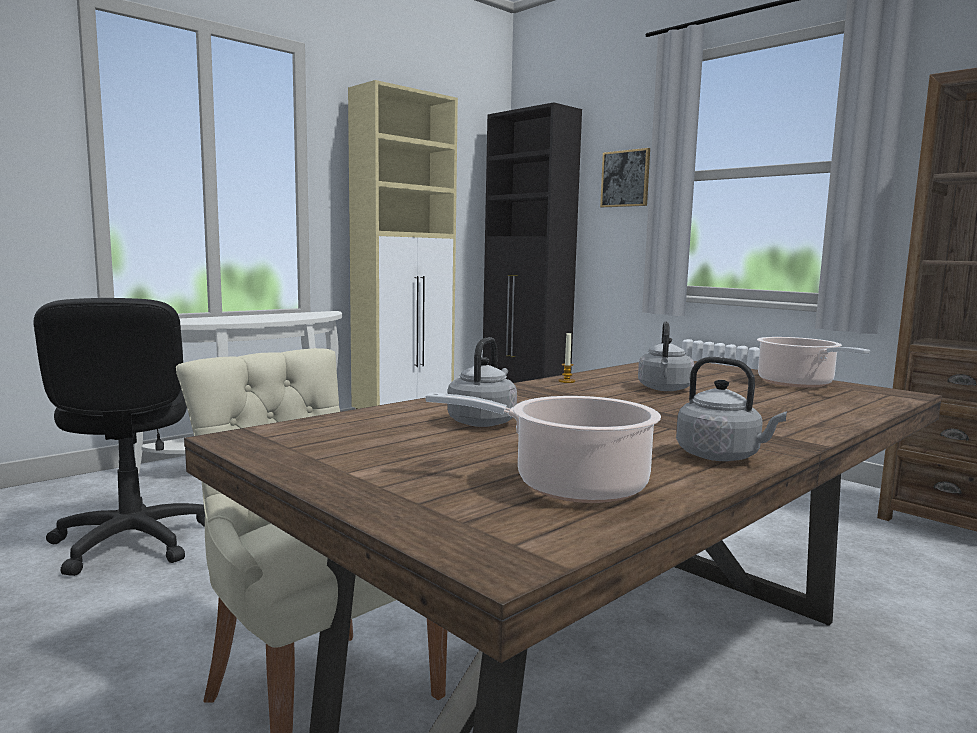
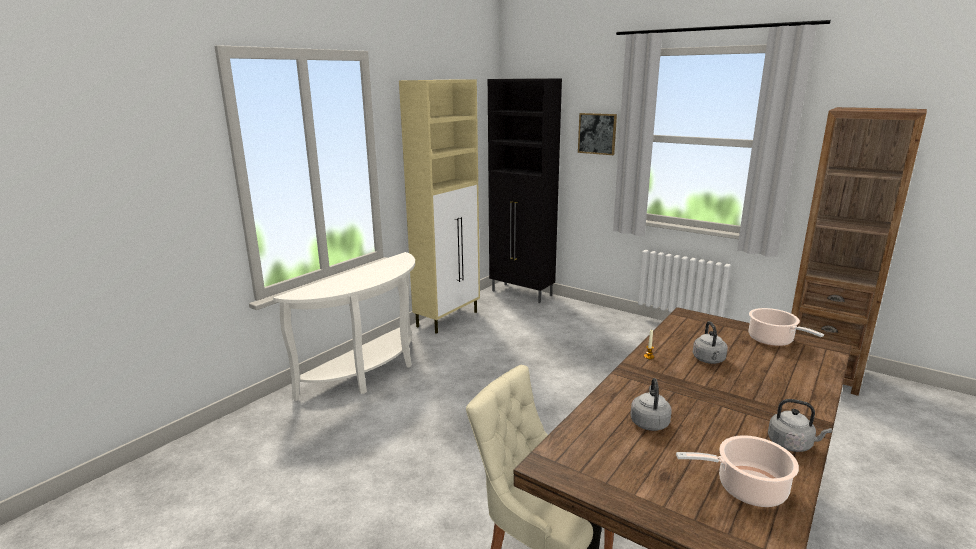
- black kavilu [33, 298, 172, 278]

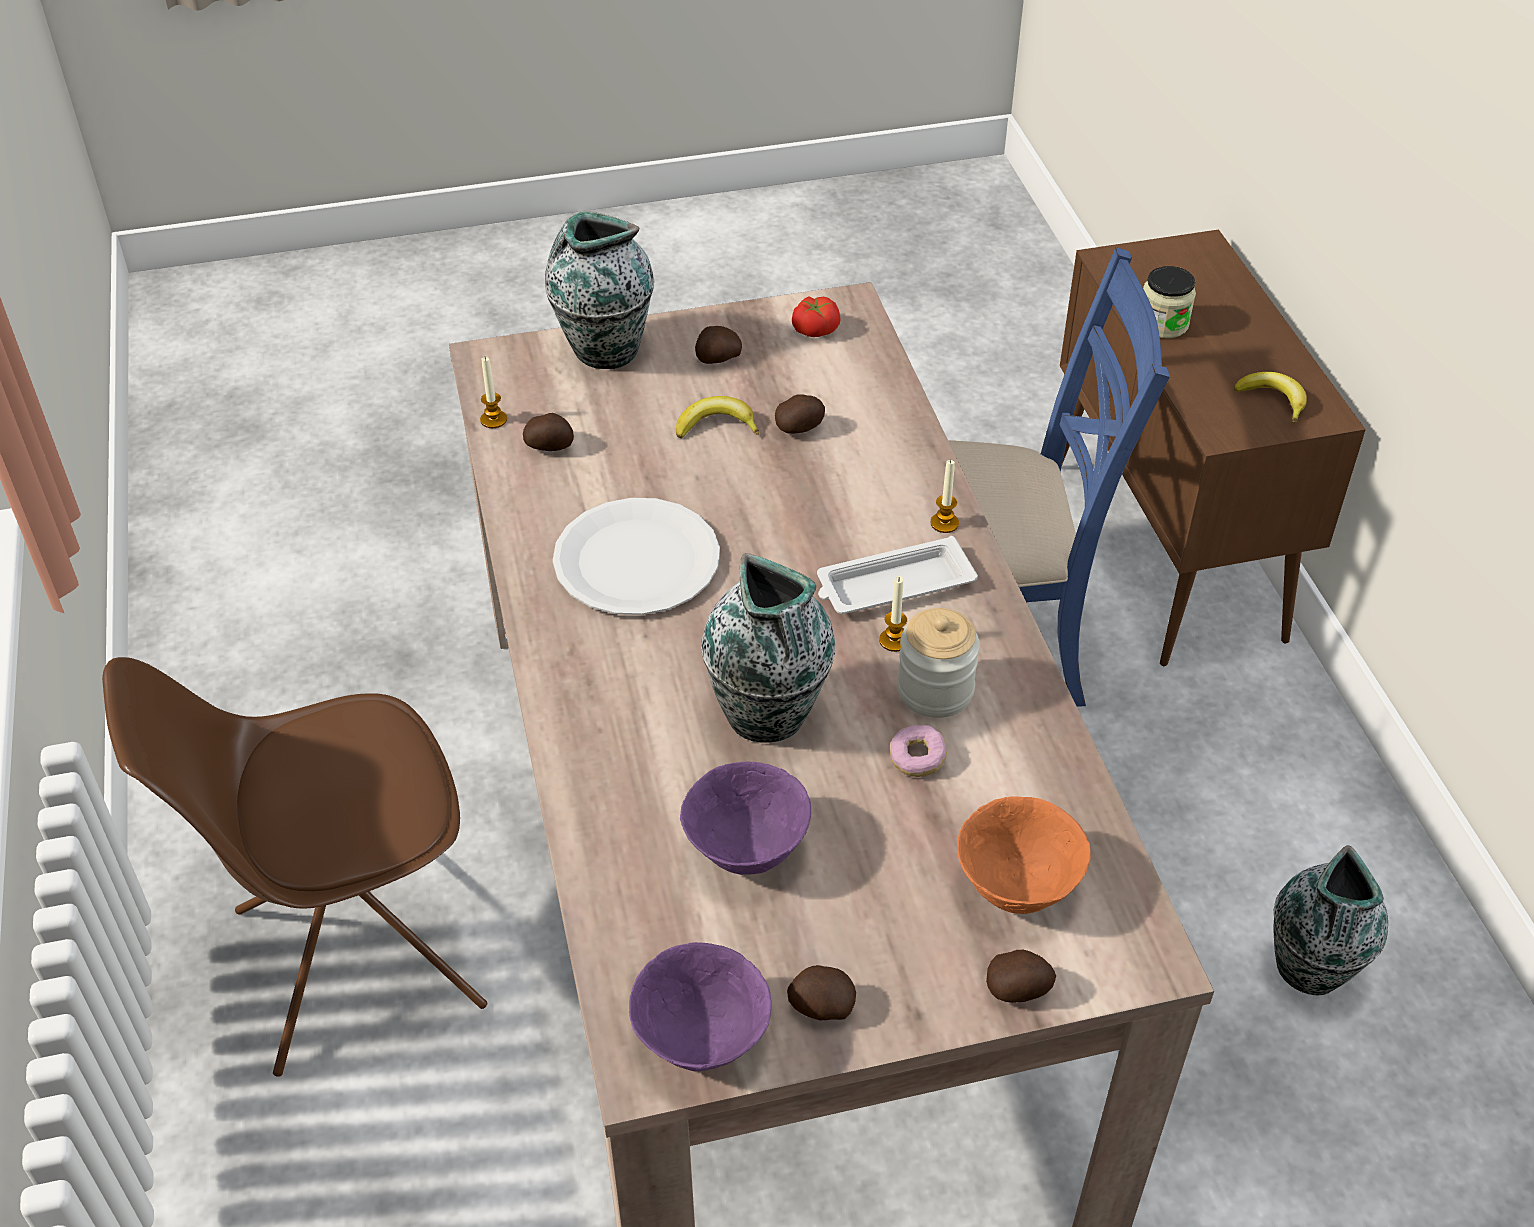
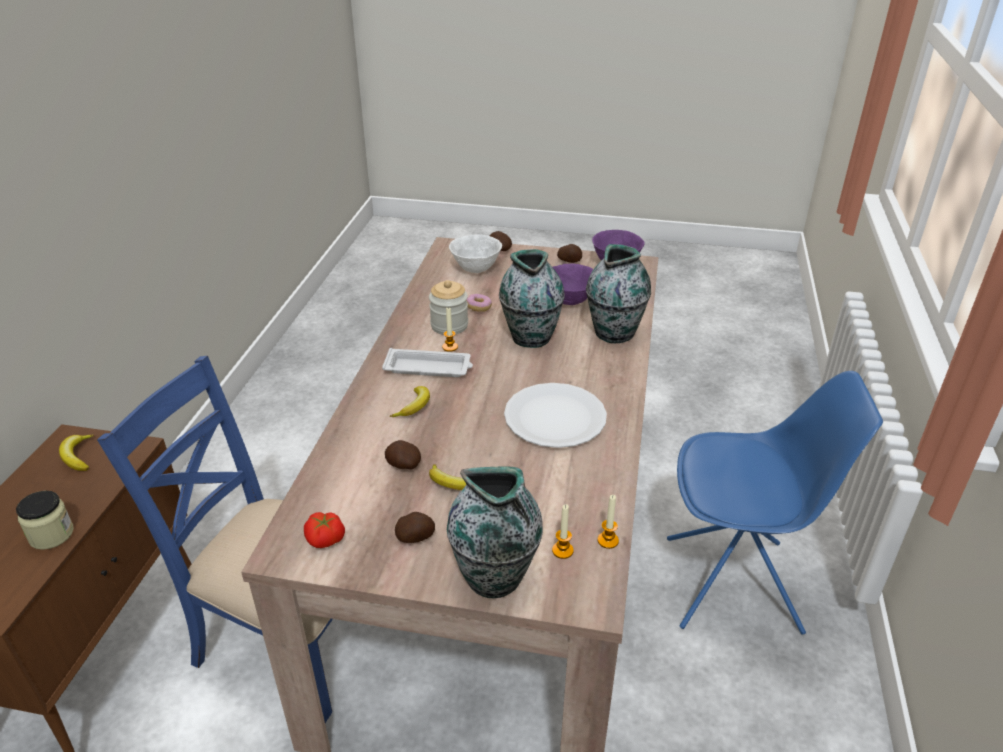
~ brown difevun [102, 657, 385, 420] to blue difevun [667, 371, 216, 264]
- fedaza [523, 413, 51, 38]
~ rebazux [930, 459, 29, 74] to [552, 504, 22, 55]
~ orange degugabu [957, 796, 134, 118] to white degugabu [449, 234, 53, 39]
~ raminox [1274, 845, 114, 150] to [586, 244, 65, 99]
+ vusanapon [390, 386, 40, 31]

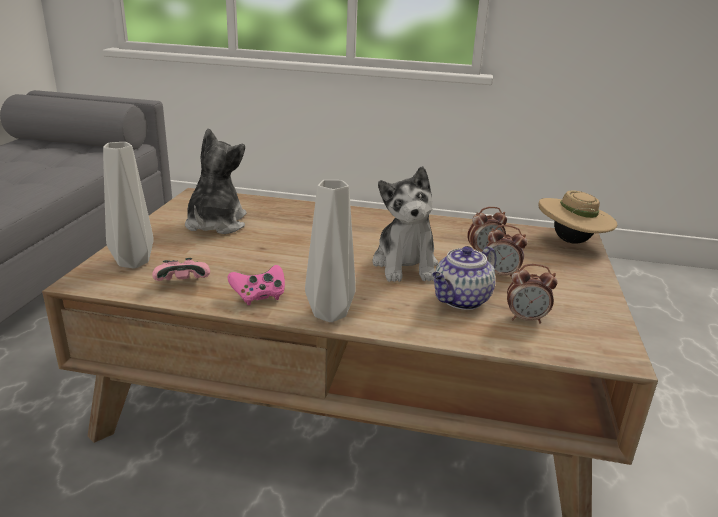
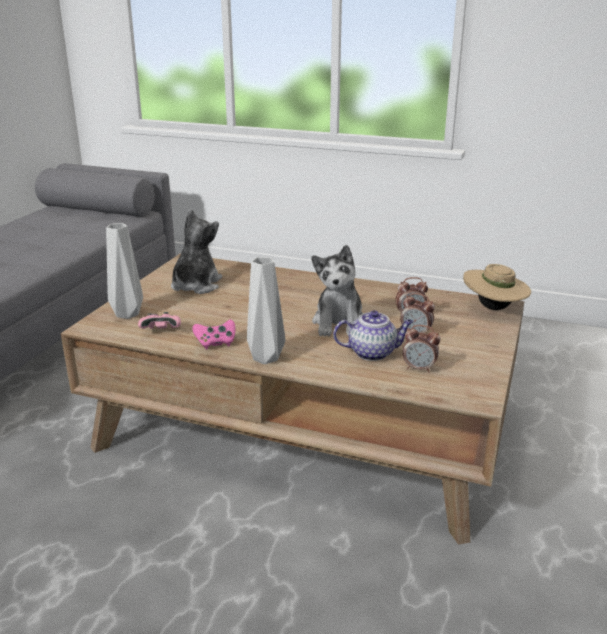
~ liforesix [432, 246, 64, 64] = [333, 310, 80, 51] 150 degrees counterclockwise

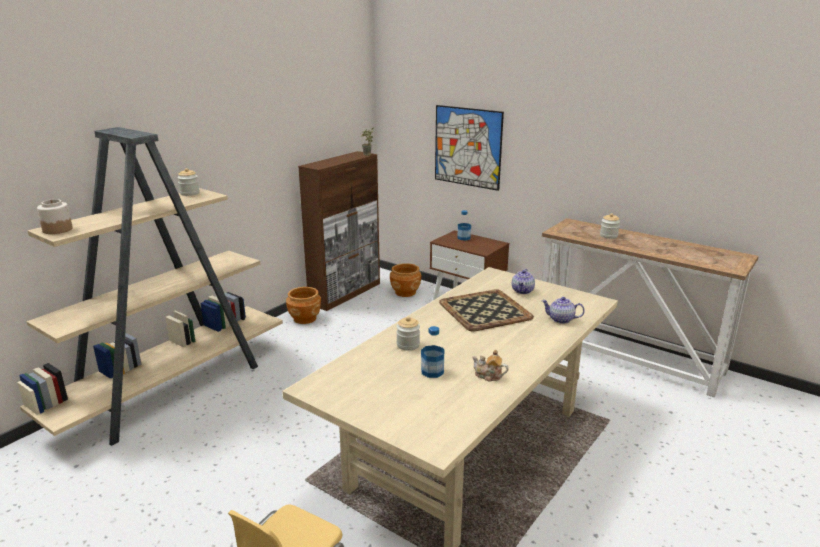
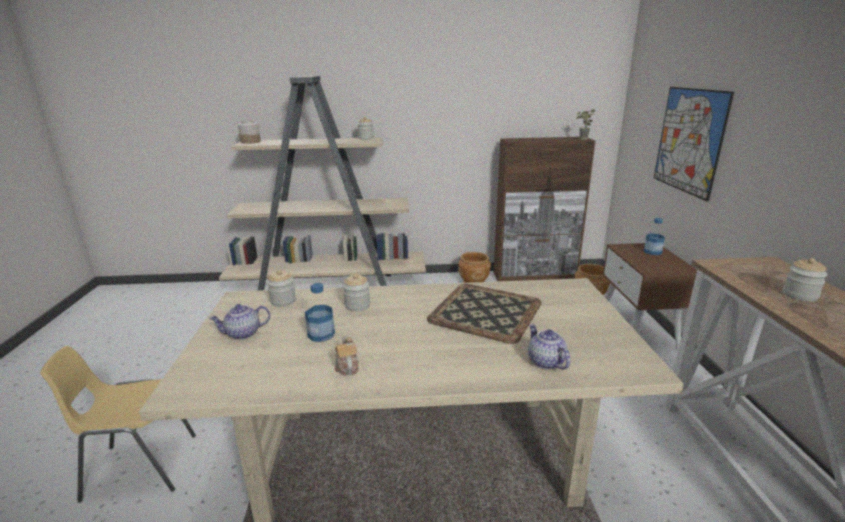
~ liforesix [512, 269, 23, 25] to [209, 304, 61, 36]
+ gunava [267, 270, 29, 37]

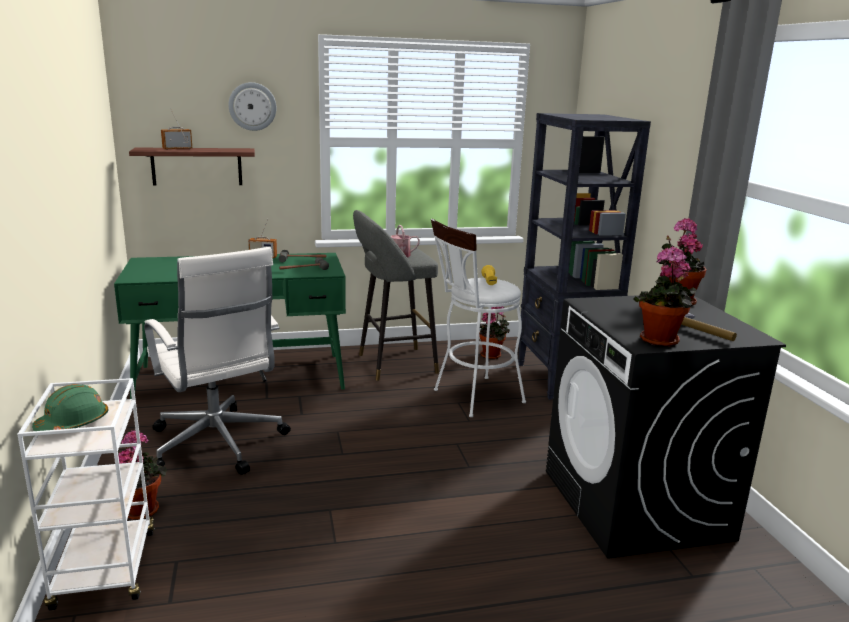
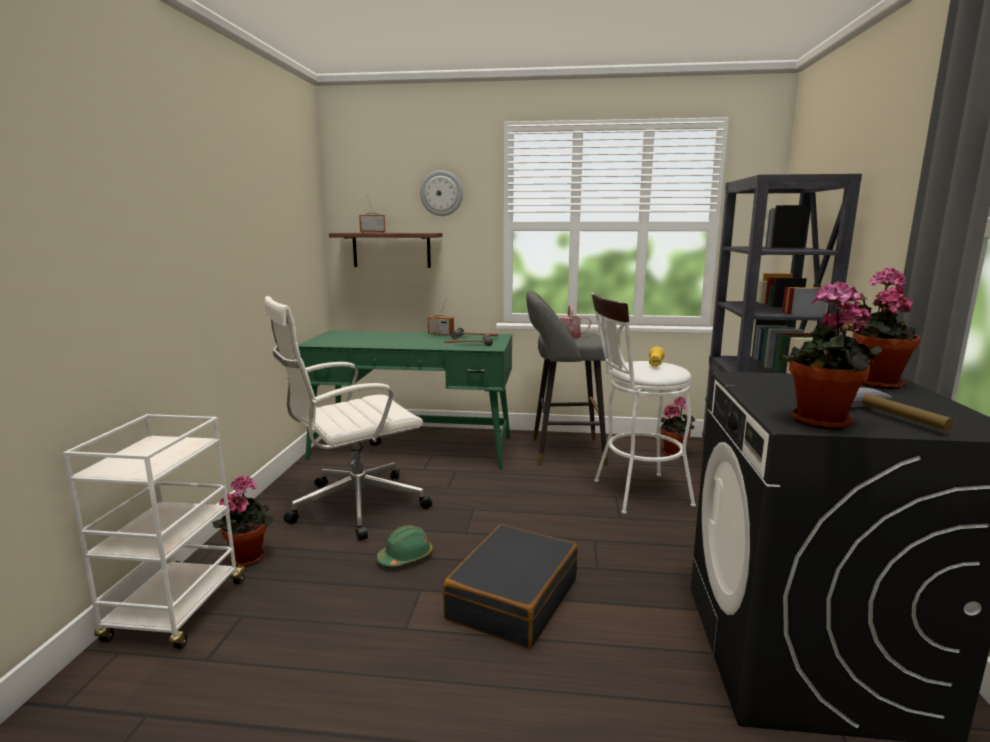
~ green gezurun [32, 384, 76, 47] to [377, 525, 56, 42]
~ white kavilu [144, 247, 147, 228] = [265, 296, 167, 245] 75 degrees clockwise
+ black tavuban [443, 524, 135, 125]

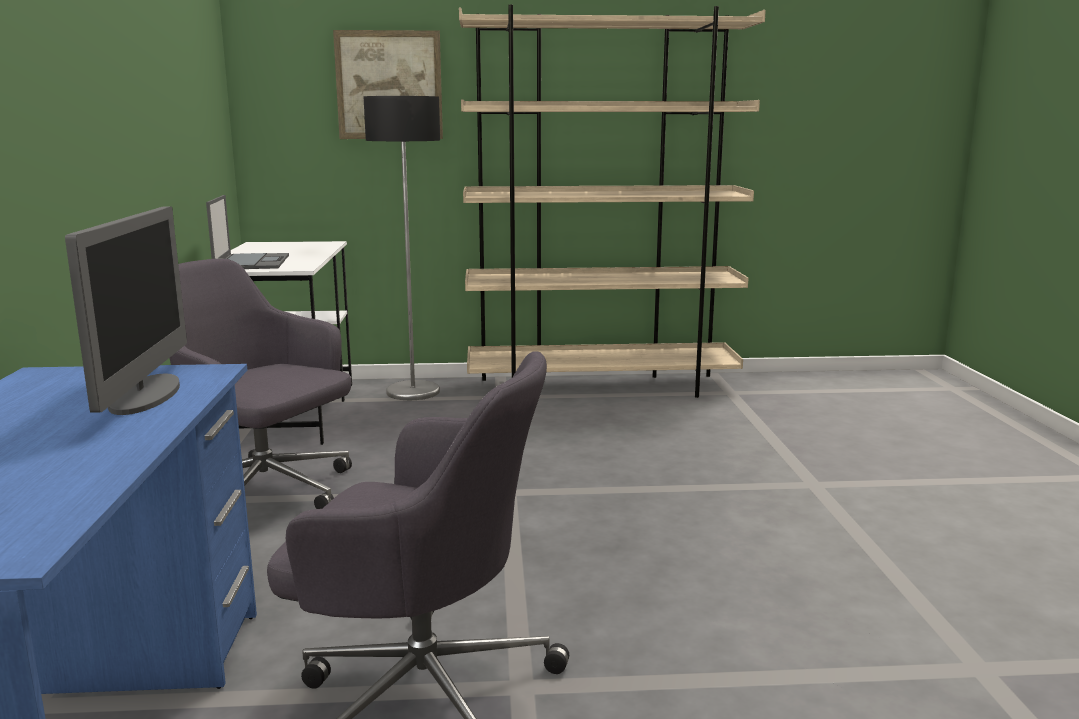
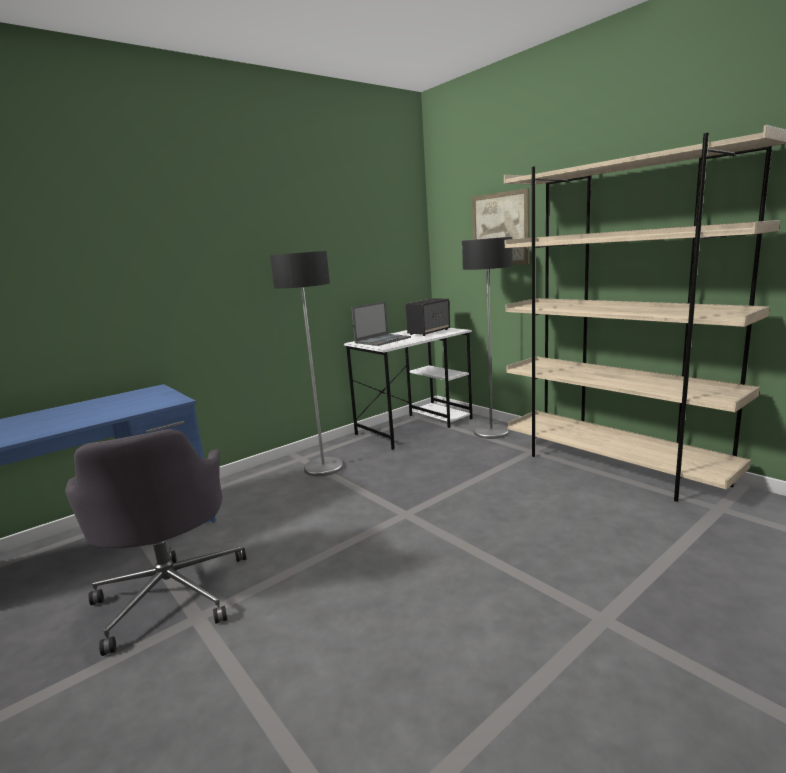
- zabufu [65, 206, 122, 209]
~ grey kavilu [169, 259, 183, 250] to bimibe [270, 251, 73, 225]
+ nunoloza [405, 298, 45, 38]

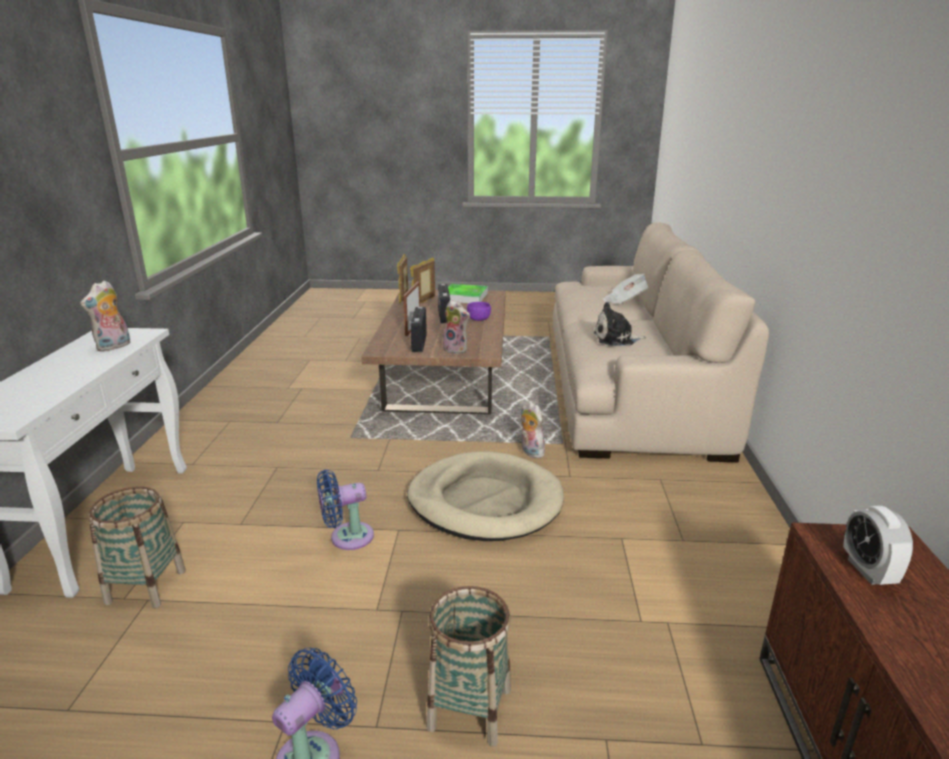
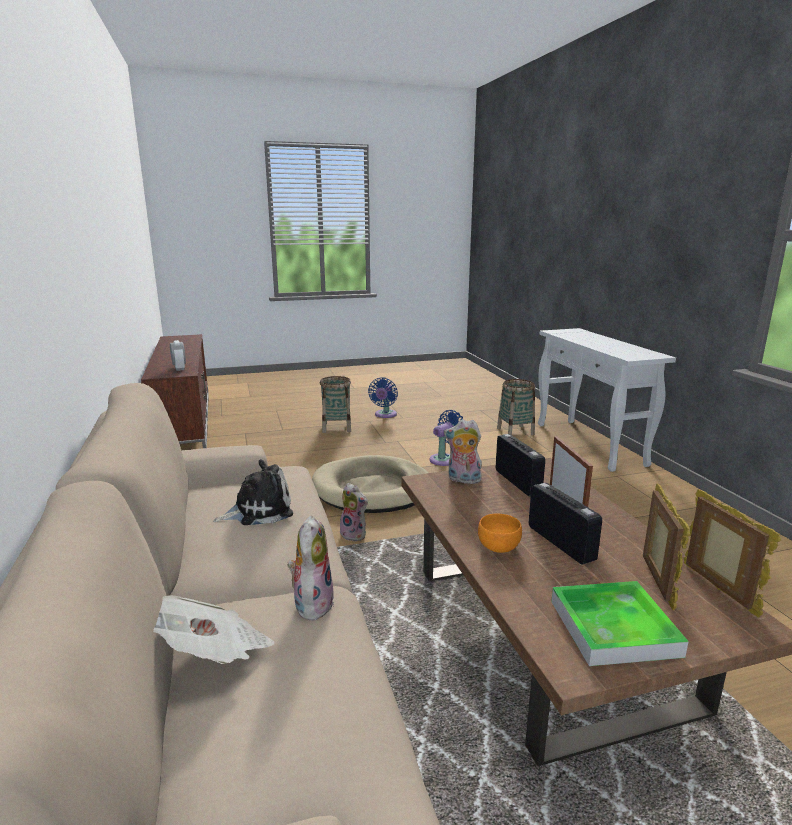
~ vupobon [80, 280, 50, 72] to [288, 515, 46, 106]
~ purple degugabu [467, 302, 24, 19] to orange degugabu [478, 513, 44, 40]

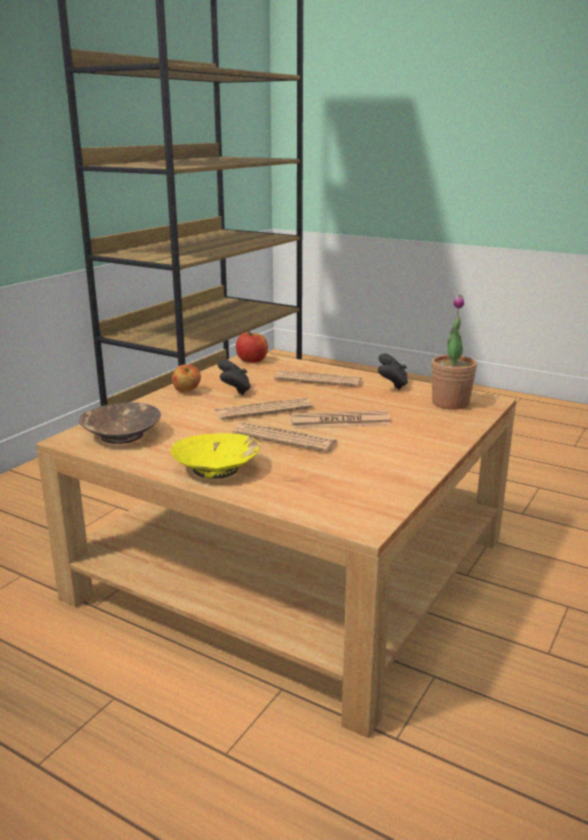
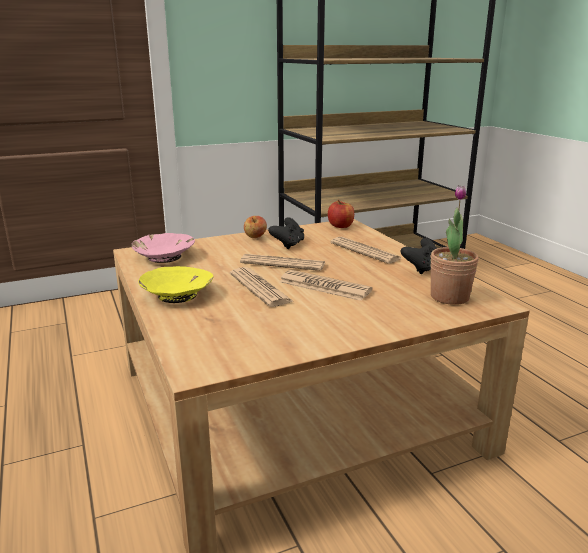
~ brown degugabu [79, 402, 82, 42] to pink degugabu [131, 233, 64, 30]

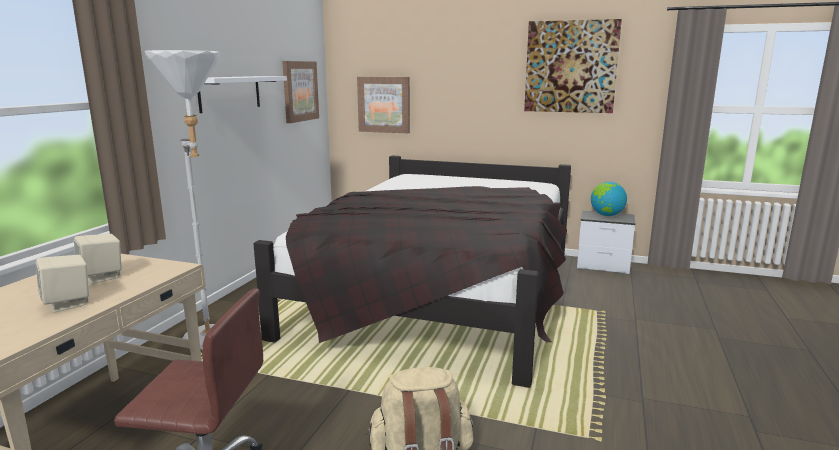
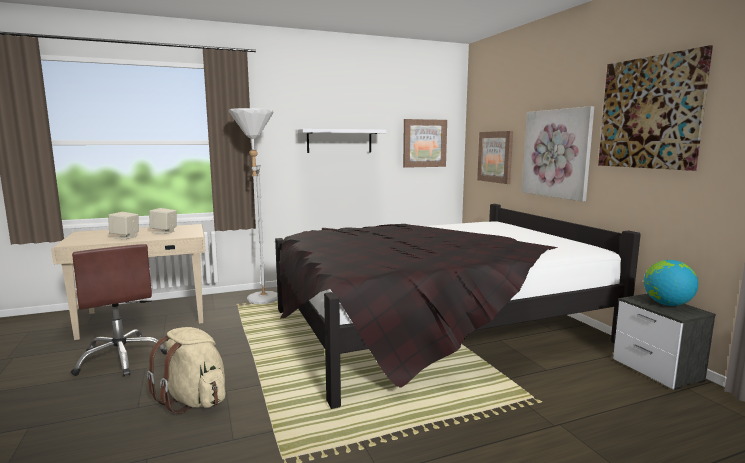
+ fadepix [522, 106, 72, 96]

